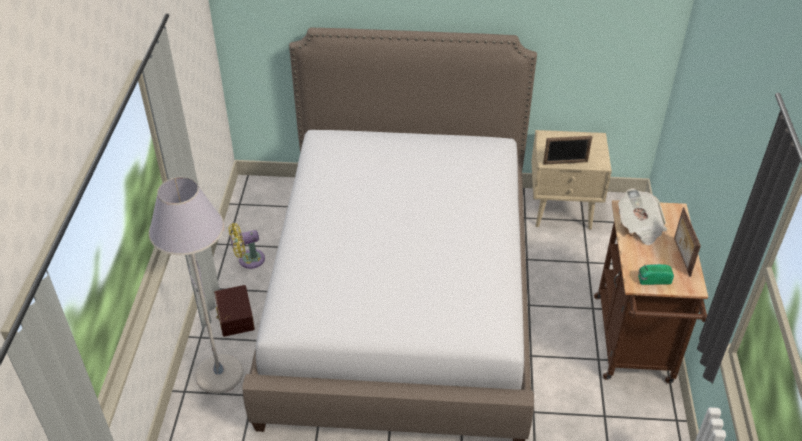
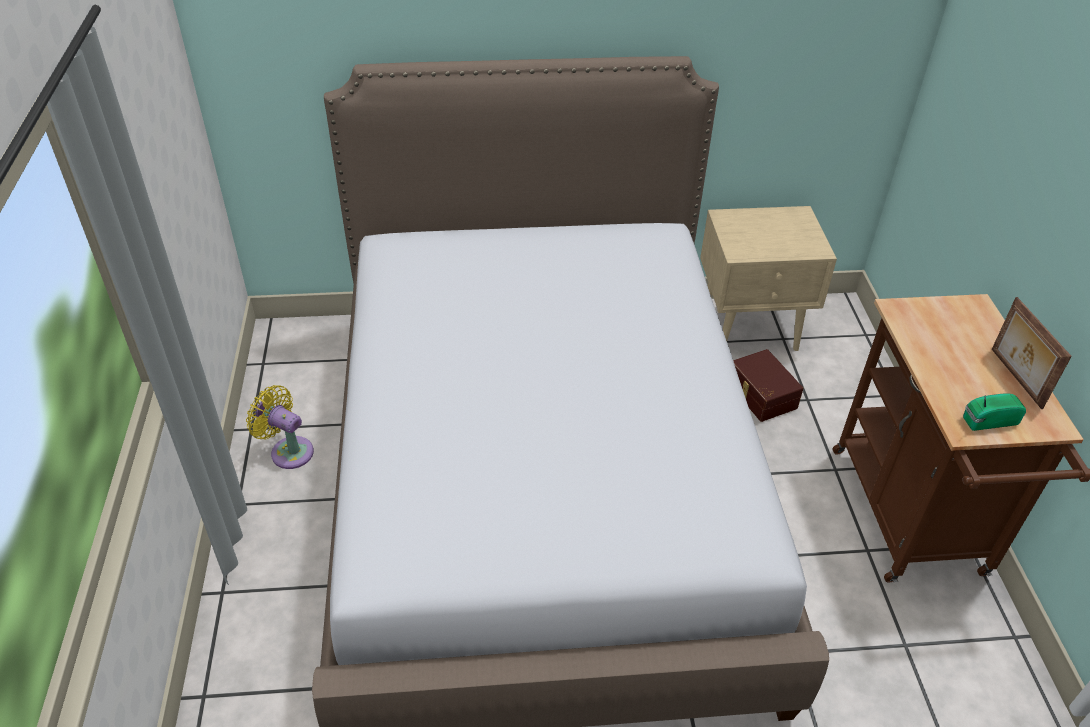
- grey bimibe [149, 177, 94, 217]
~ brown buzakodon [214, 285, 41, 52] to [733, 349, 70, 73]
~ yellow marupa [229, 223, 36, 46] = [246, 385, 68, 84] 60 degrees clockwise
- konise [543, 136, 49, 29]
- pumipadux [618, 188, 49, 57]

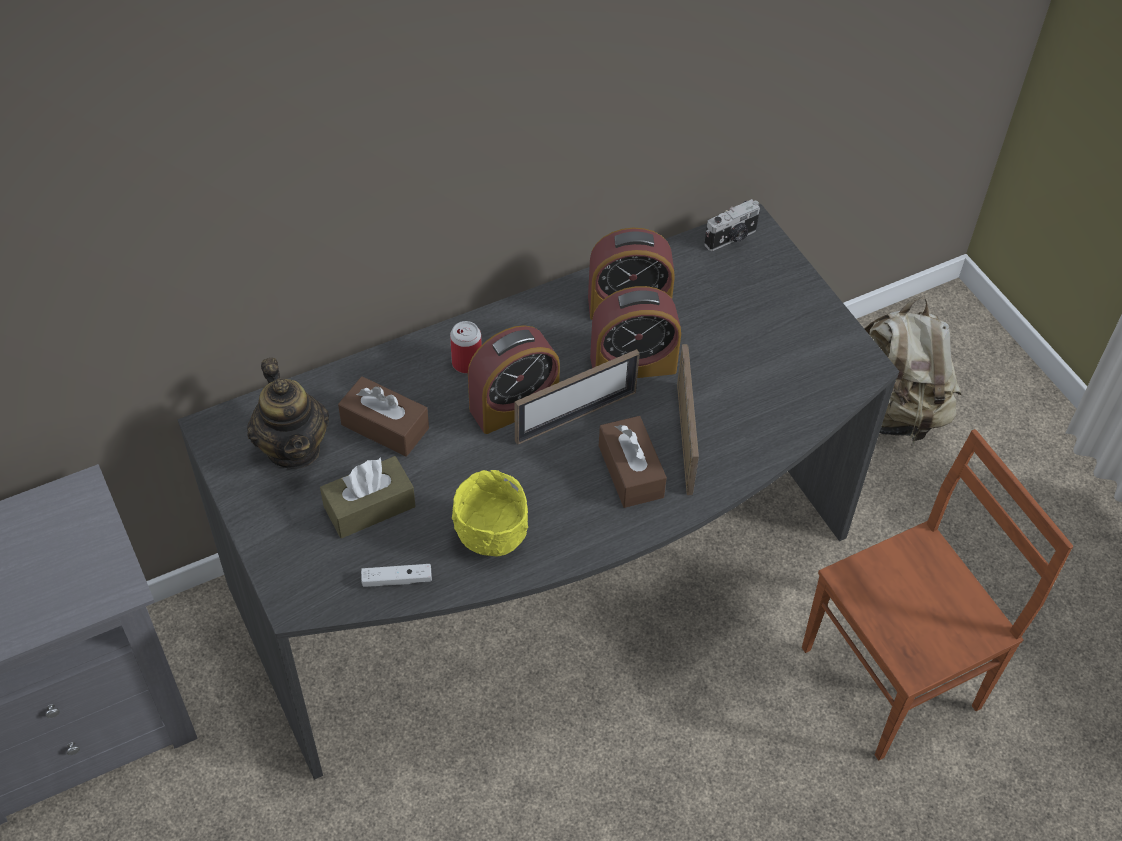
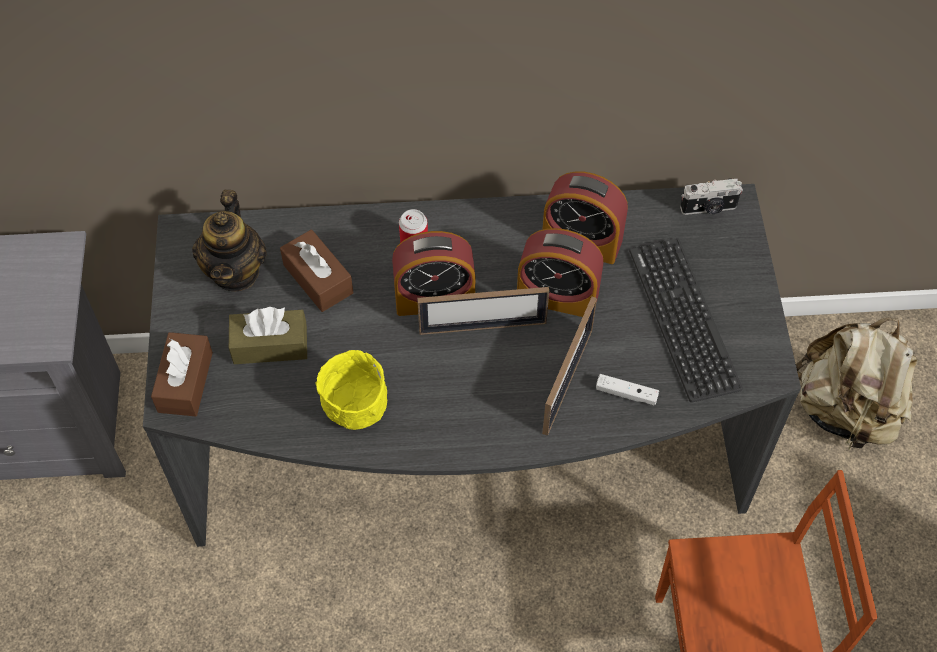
~ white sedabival [361, 564, 71, 23] to [596, 374, 63, 32]
~ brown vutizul [599, 416, 68, 92] to [151, 332, 62, 84]
+ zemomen [629, 238, 114, 165]

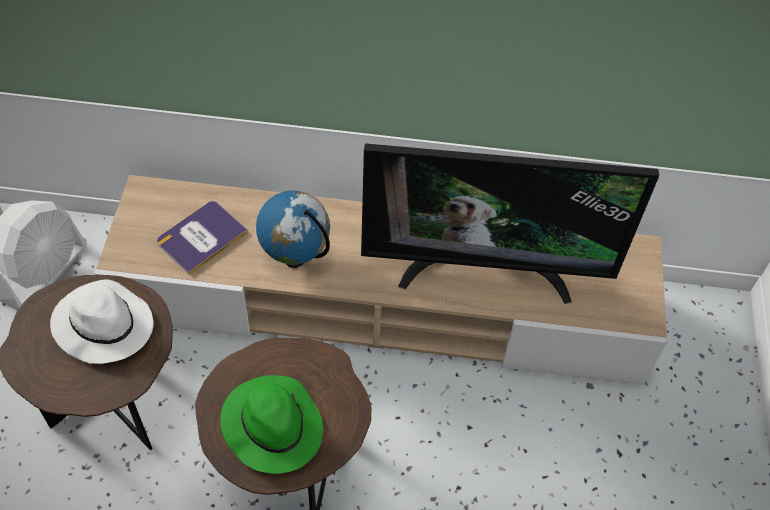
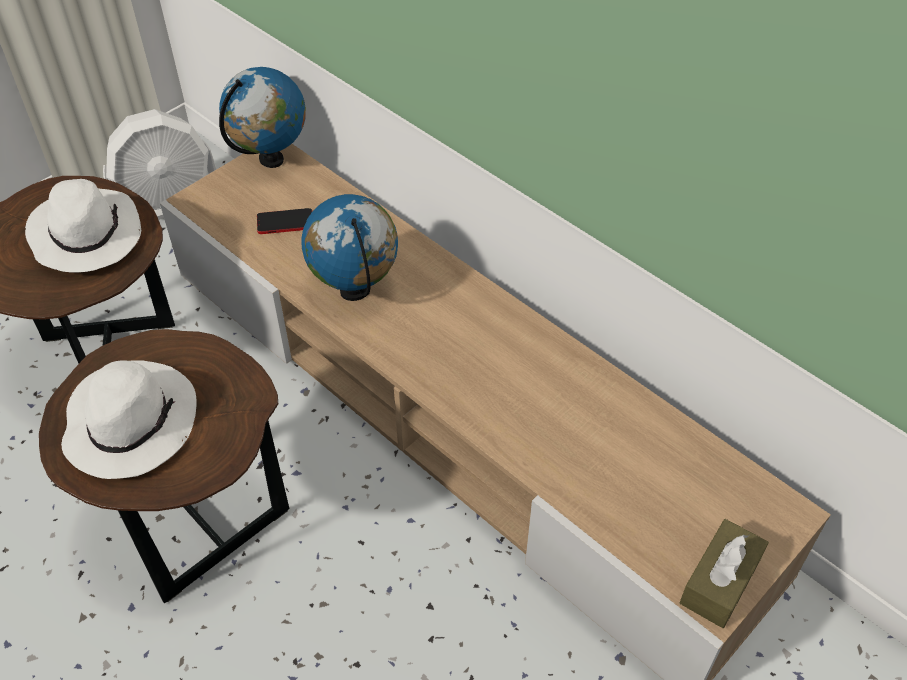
~ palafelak [157, 201, 91, 74] to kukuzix [257, 208, 55, 26]
~ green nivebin [220, 375, 103, 99] to white nivebin [61, 360, 136, 119]
- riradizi [361, 143, 298, 161]
+ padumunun [219, 67, 87, 101]
+ brown vutizul [680, 519, 89, 109]

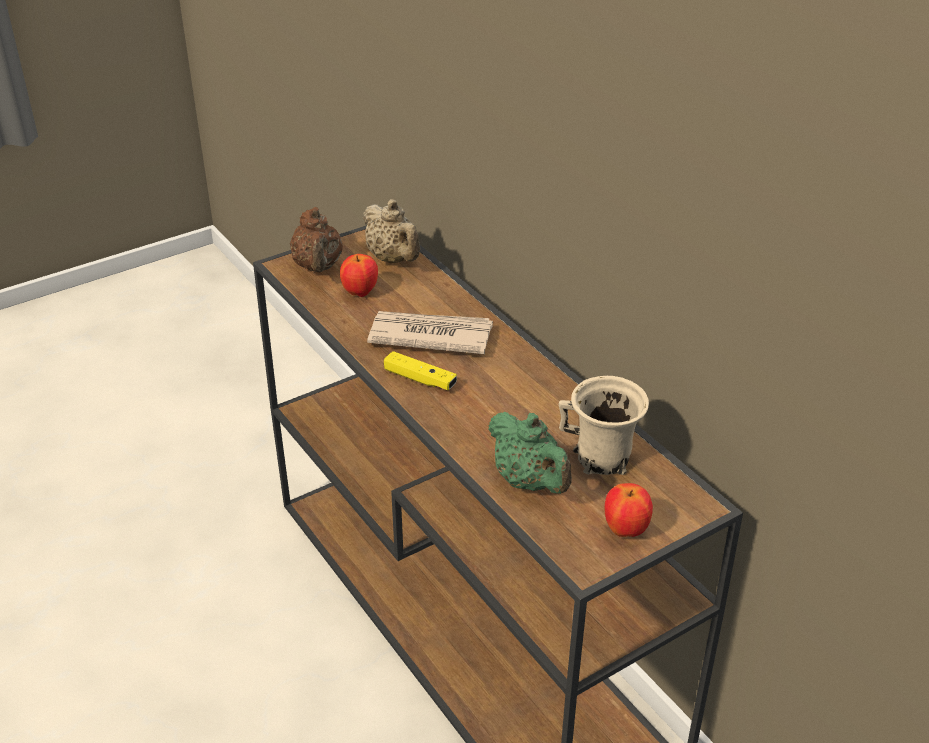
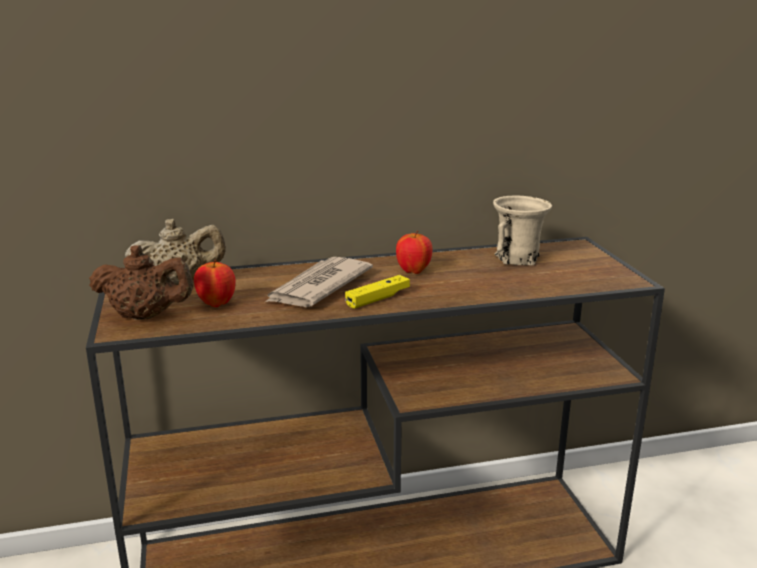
- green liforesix [488, 412, 84, 82]
~ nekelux [605, 483, 48, 54] to [396, 230, 37, 44]

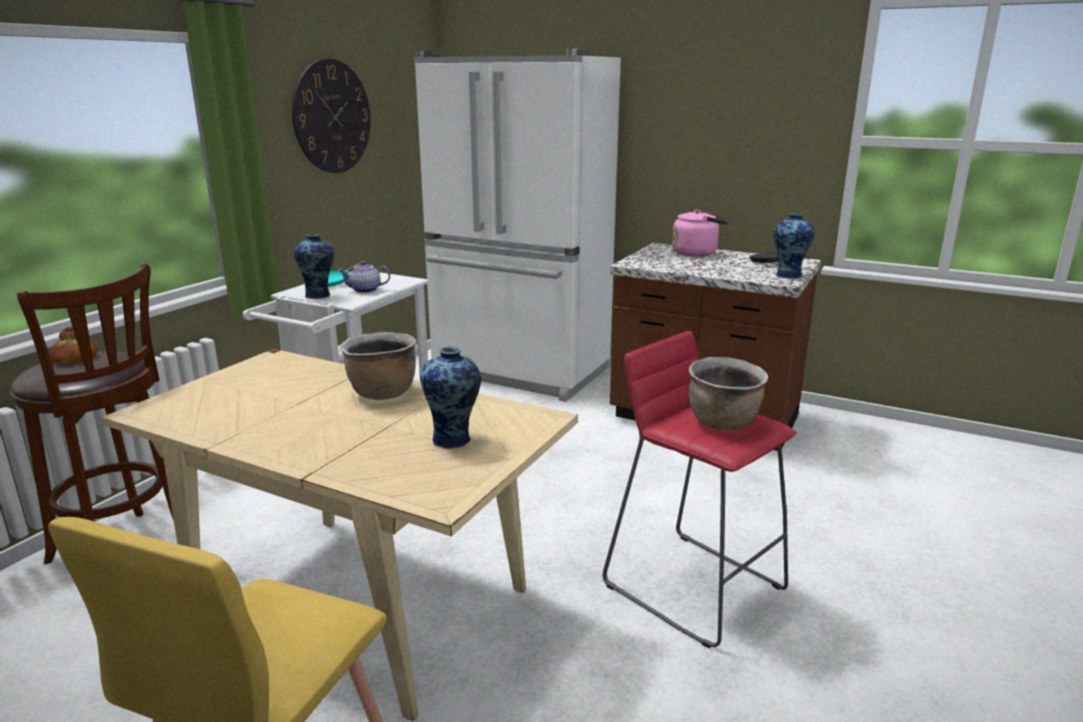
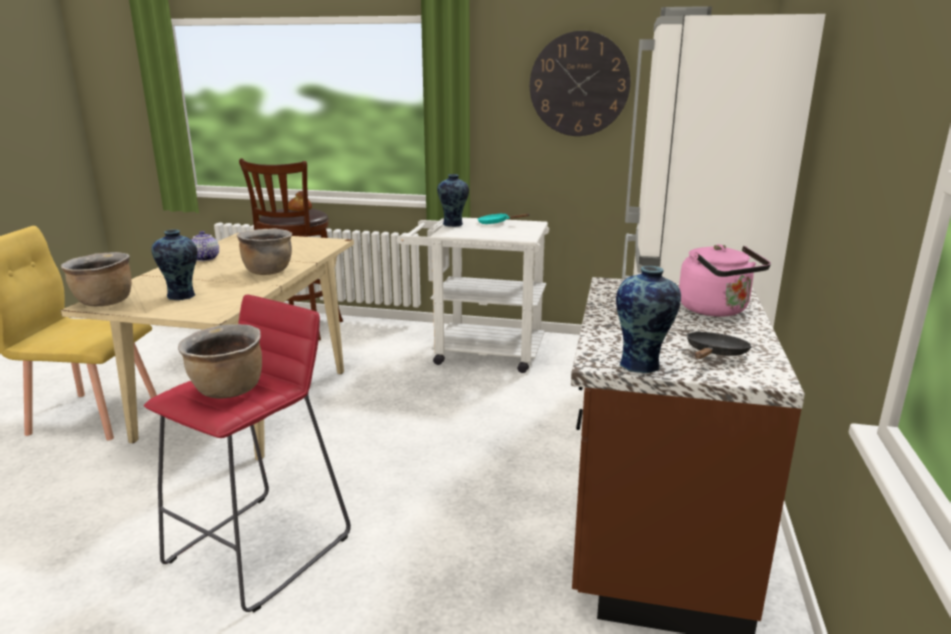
~ liforesix [338, 261, 52, 32] to [192, 231, 27, 30]
+ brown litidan [61, 252, 71, 54]

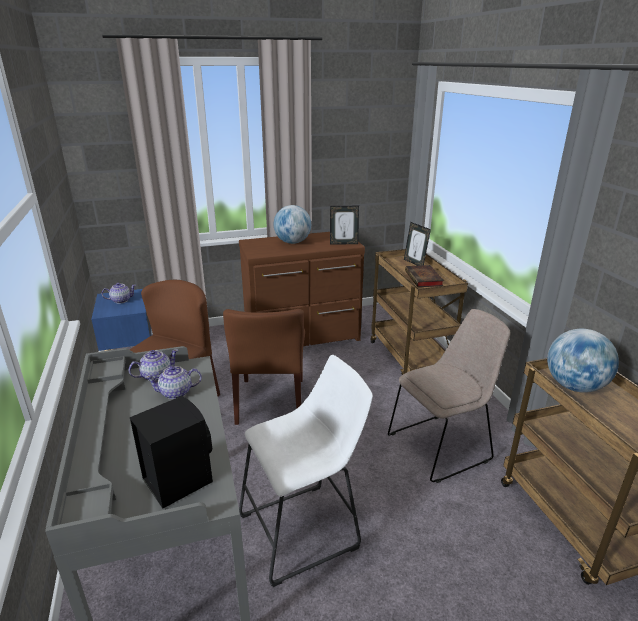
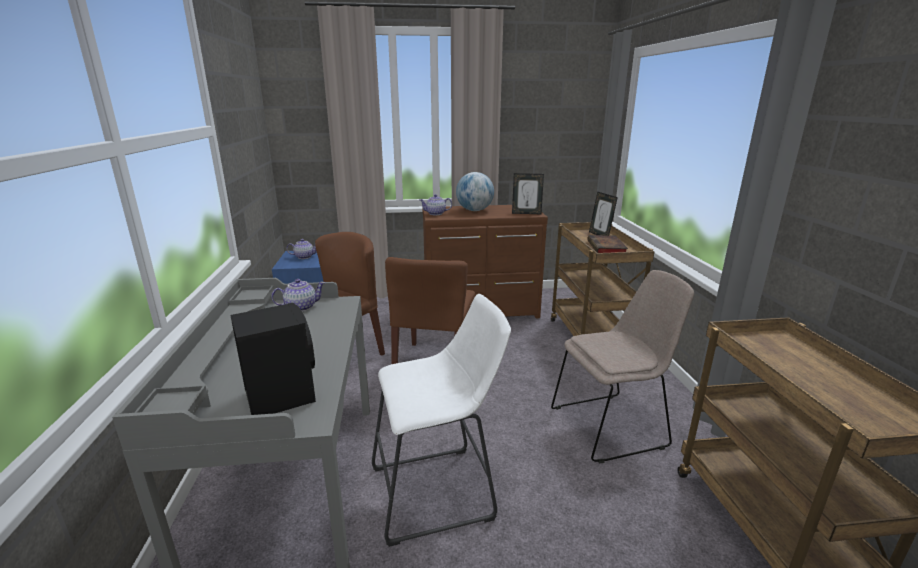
~ liforesix [145, 366, 57, 33] to [419, 194, 33, 21]
- padumunun [547, 329, 72, 64]

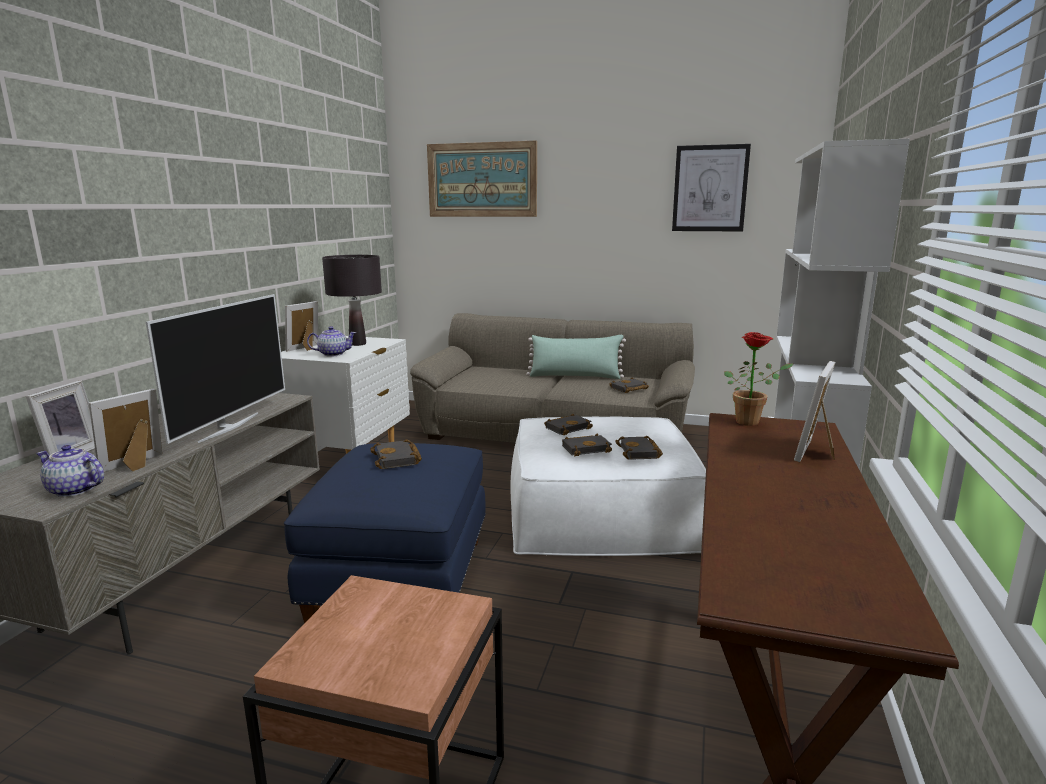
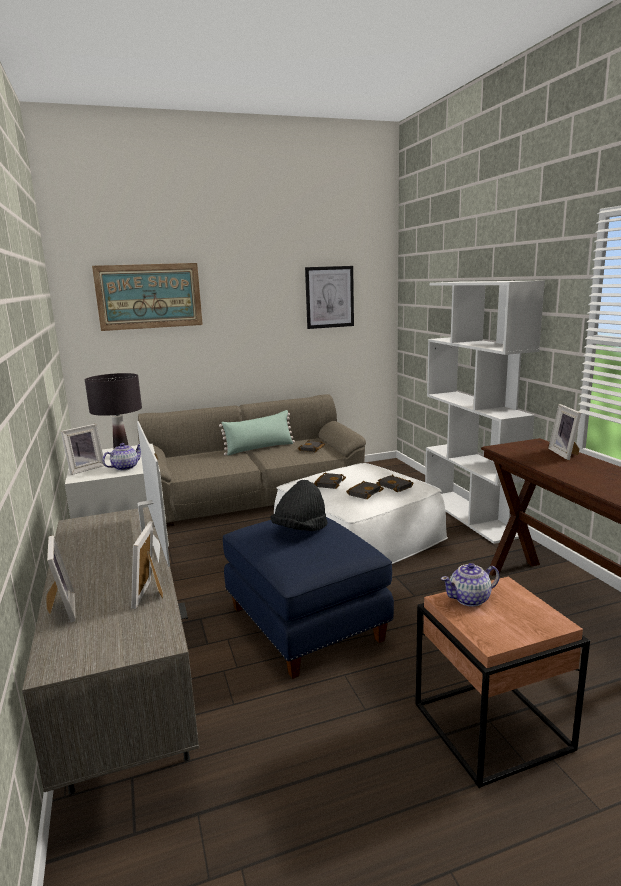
~ liforesix [36, 445, 68, 52] to [441, 563, 59, 44]
~ konise [285, 301, 33, 51] = [61, 424, 44, 51] 135 degrees counterclockwise
~ black palafelak [370, 439, 52, 30] to black nivebin [270, 480, 58, 51]
- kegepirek [724, 332, 69, 94]

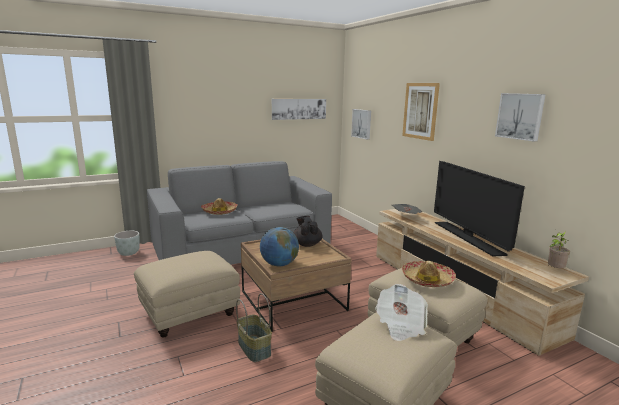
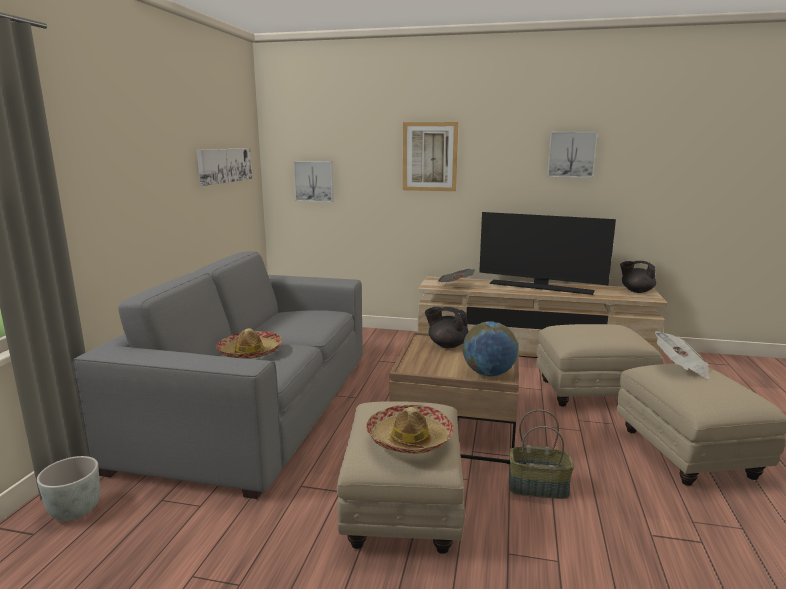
~ nivebin [401, 261, 55, 26] to [366, 405, 88, 49]
~ kegepirek [548, 230, 22, 38] to black liforesix [620, 261, 36, 32]

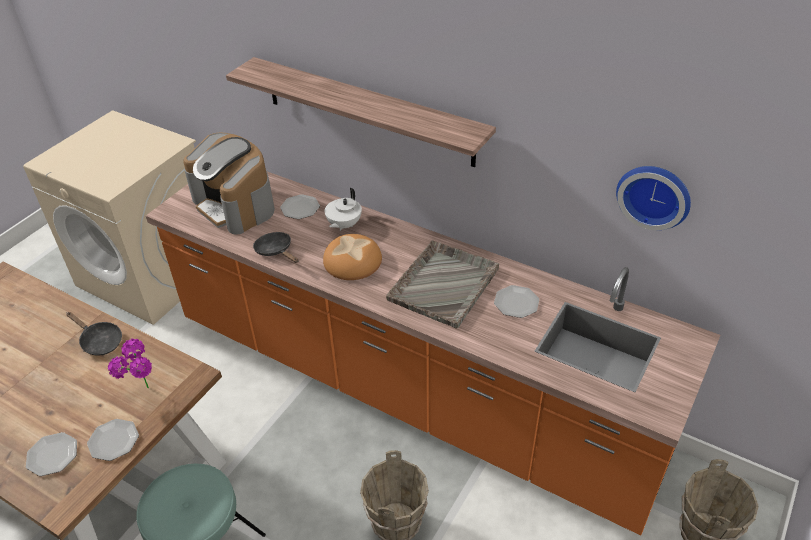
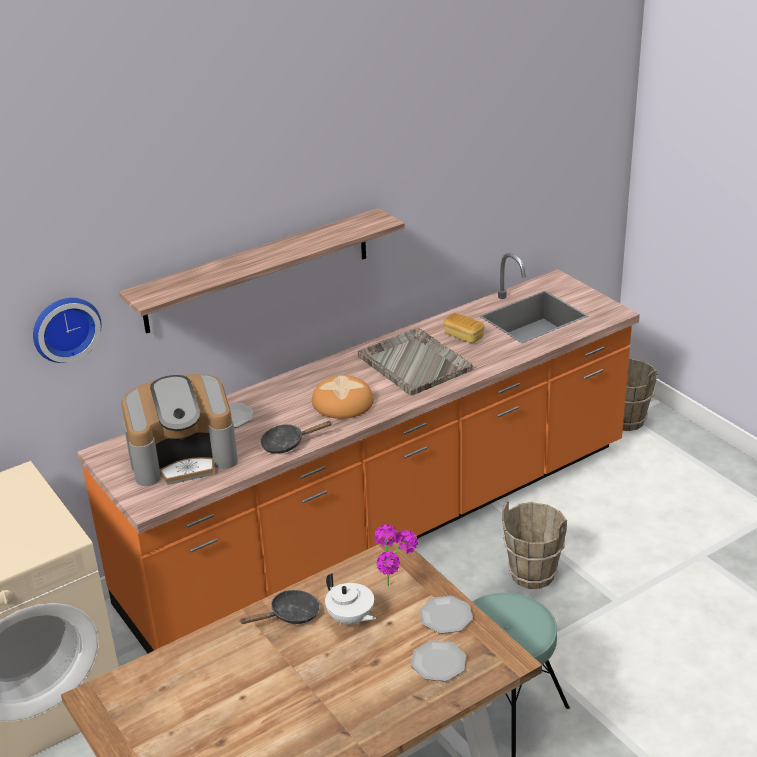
~ white liforesix [324, 188, 38, 43] to [325, 573, 51, 52]
~ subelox [494, 285, 45, 33] to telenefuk [444, 313, 41, 30]
~ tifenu [616, 166, 75, 64] to [33, 298, 68, 65]

